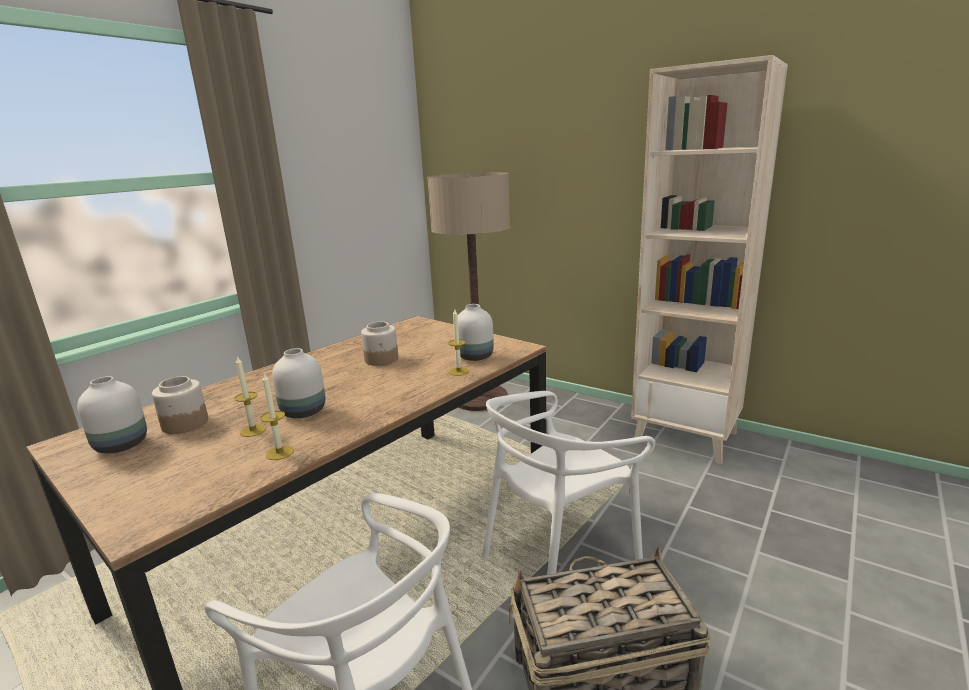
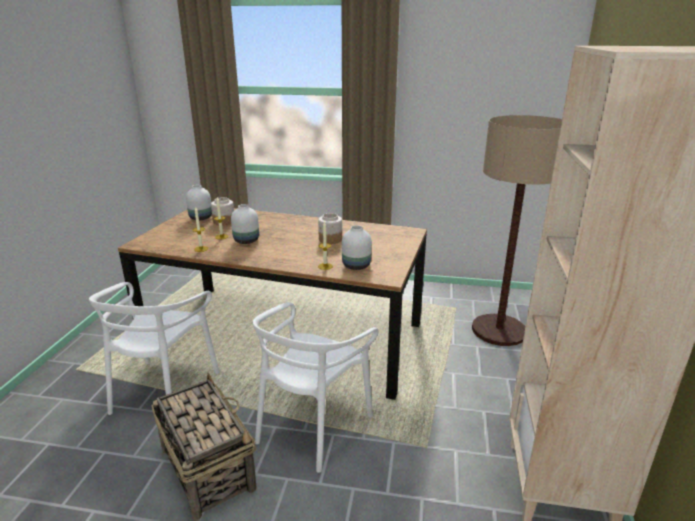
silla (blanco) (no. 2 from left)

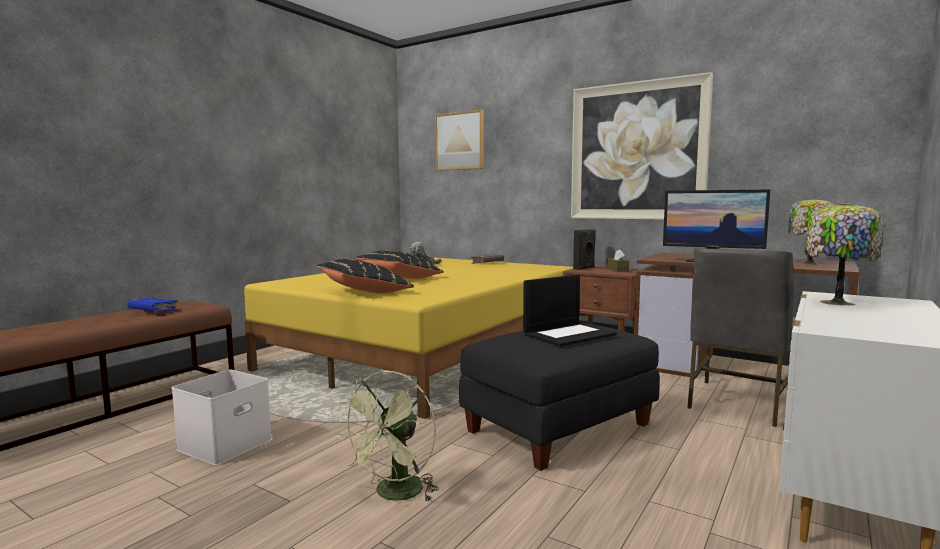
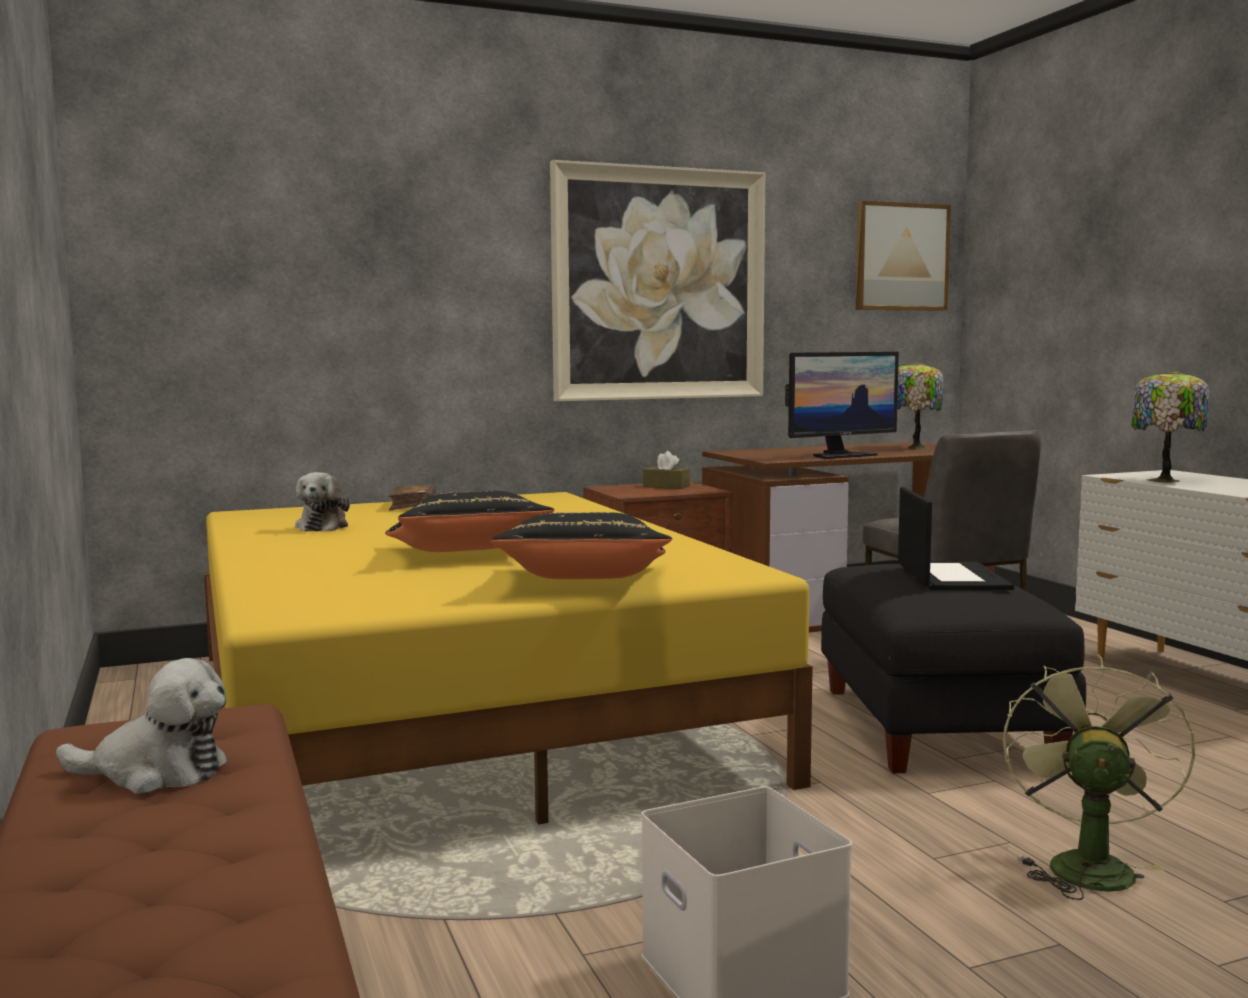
altavoz (negro)
cuadro (no. 2 from left)
peluche (no. 1 from left)
ventilador (verde)

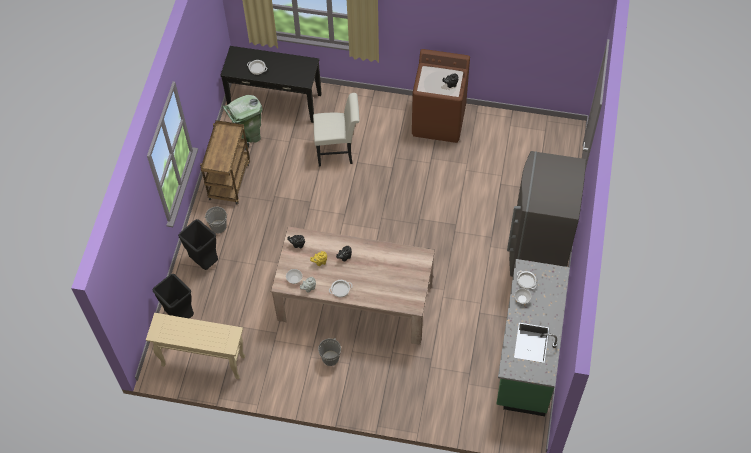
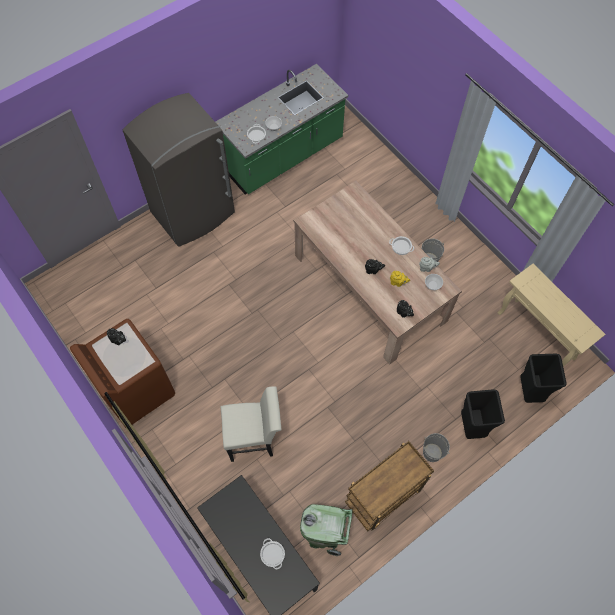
silla (blanco)

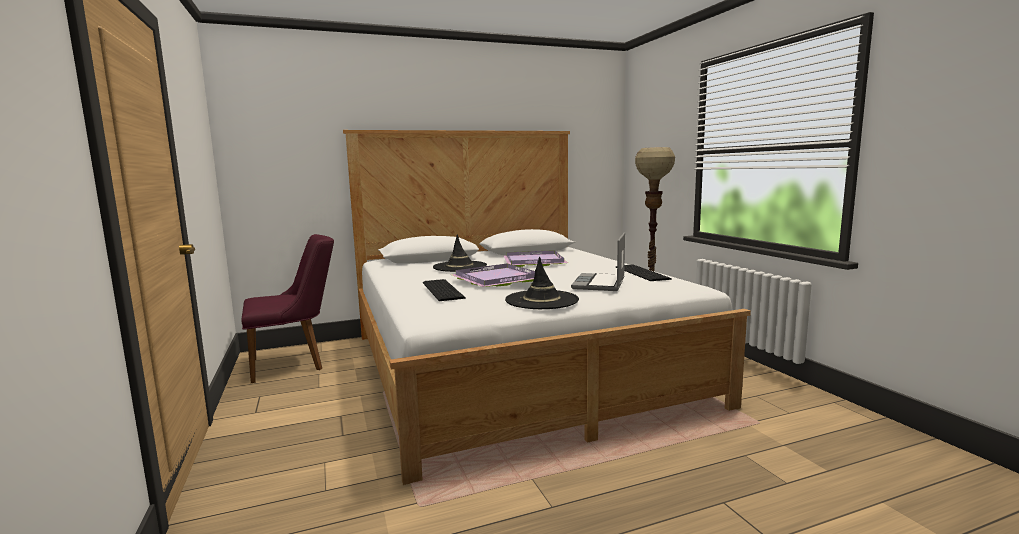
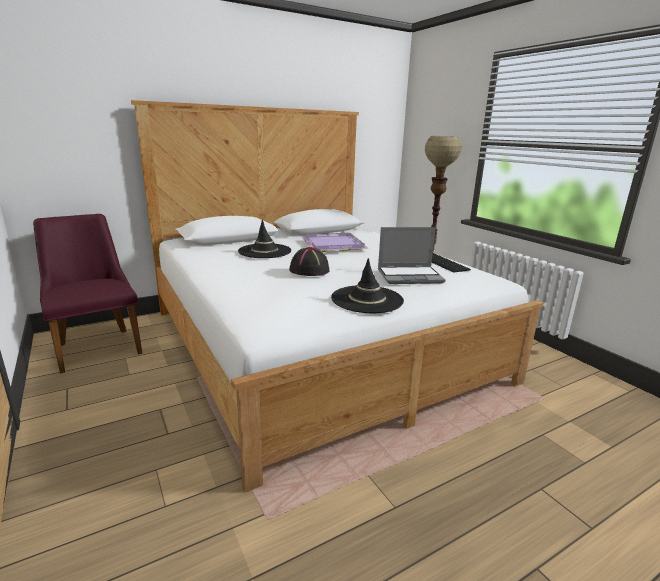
teclado (no. 1 from left in the first image)
sombrero (negro) (no. 2 from left)
silla (morado)
portátil

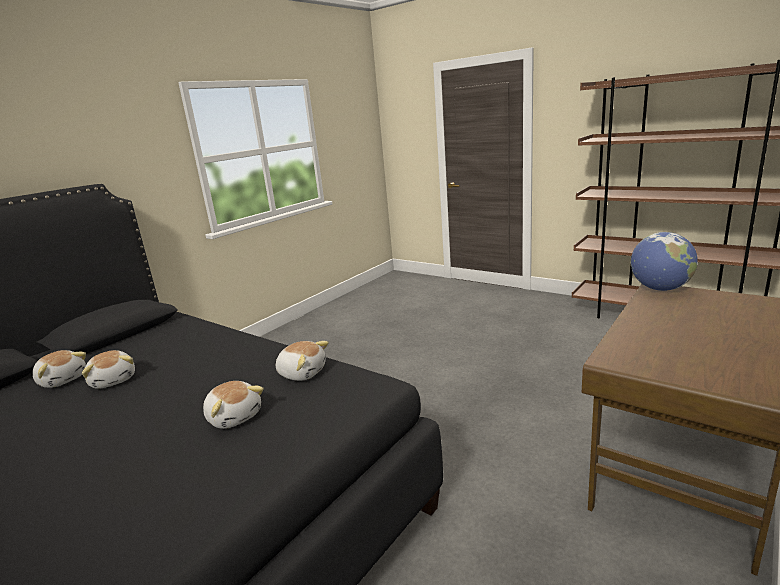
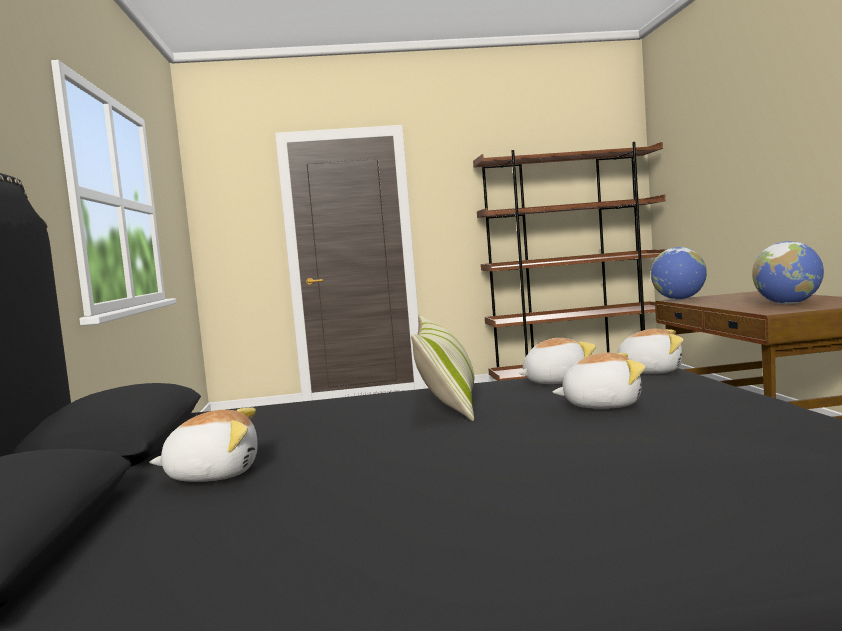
cojín
globo terráqueo (no. 2 from left)
peluche (no. 4 from left)

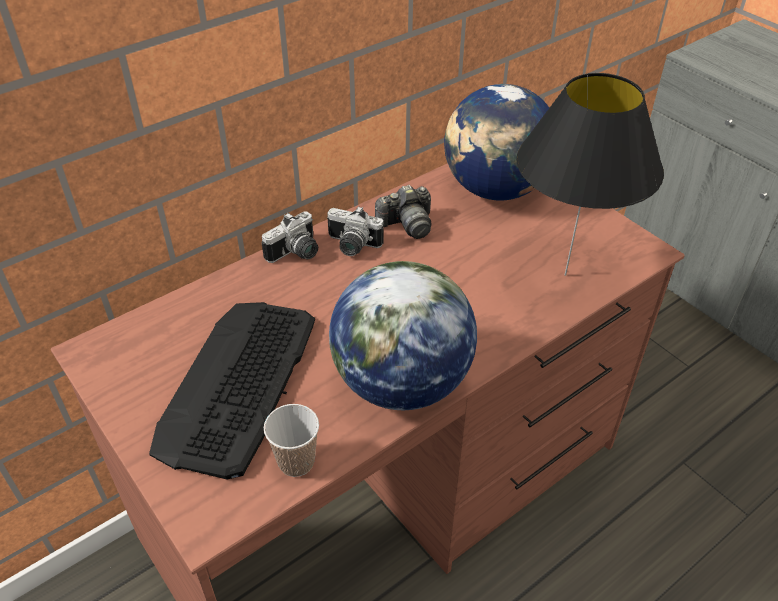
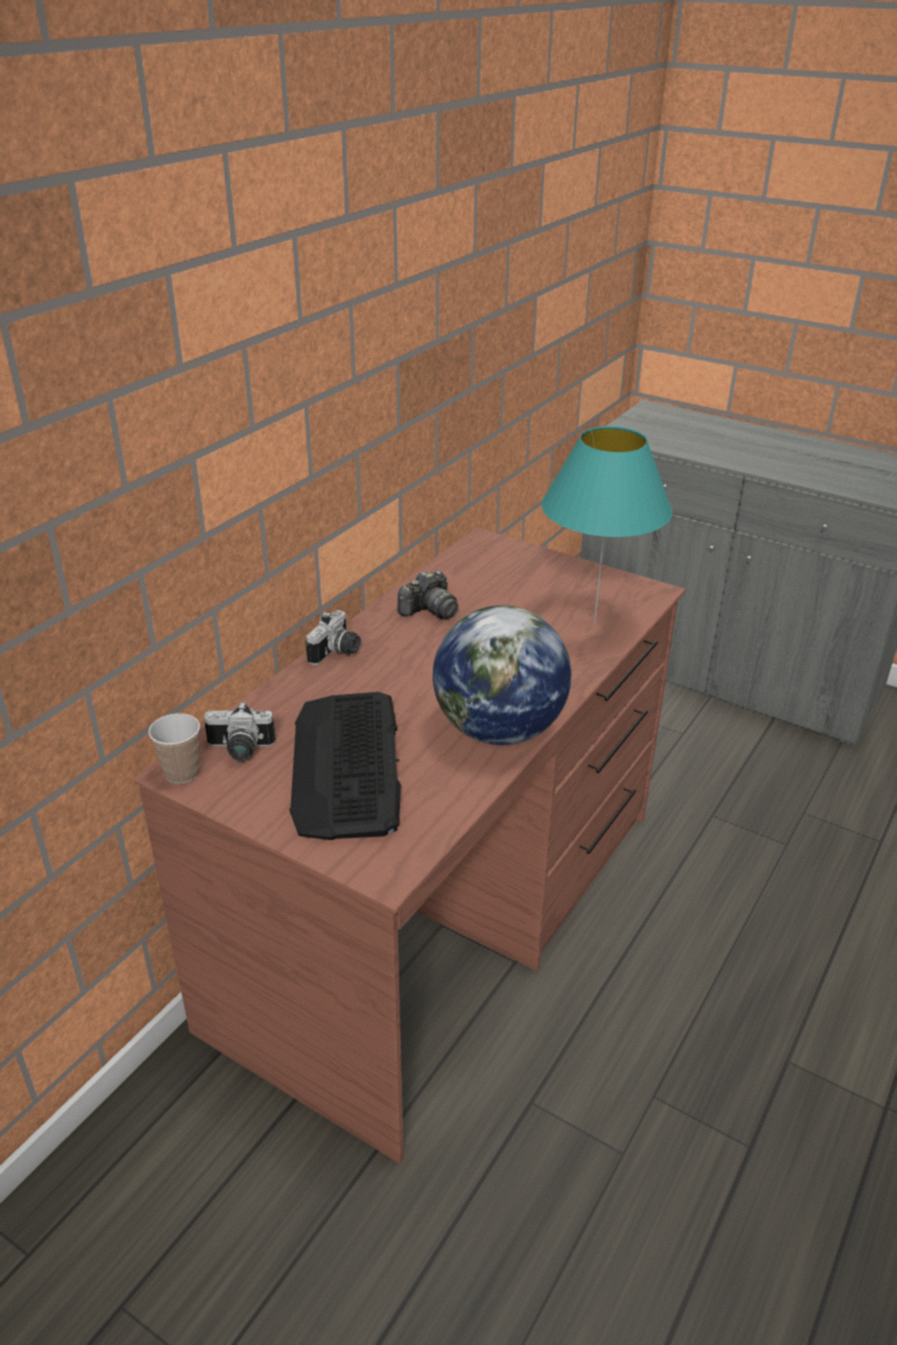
globo terráqueo (no. 2 from left in the first image)
taza
cámara (no. 1 from left)
lámpara de mesa (turquesa)

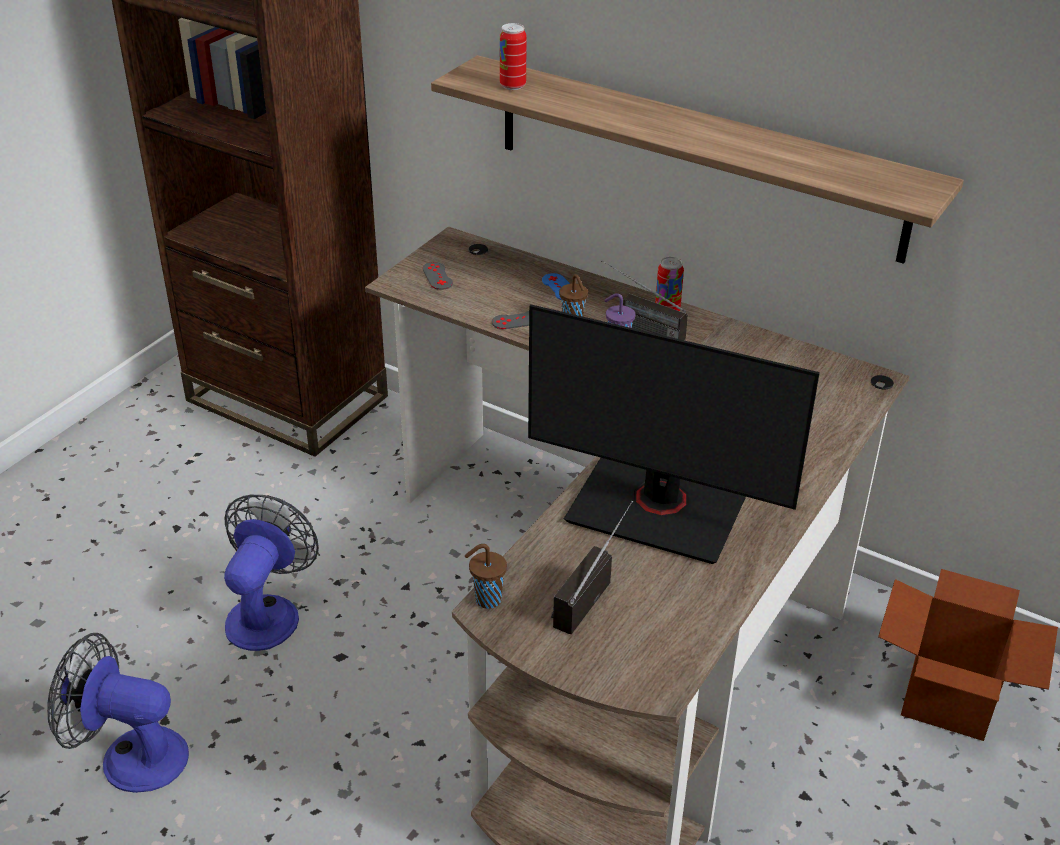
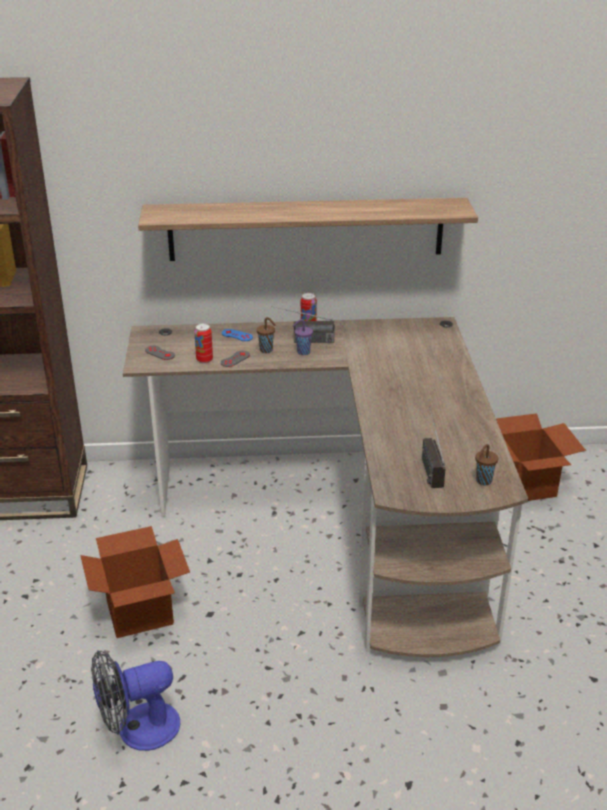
monitor
taza (marrón) (no. 2 from left)
lata (no. 1 from left)
caja de cartón (no. 1 from left)

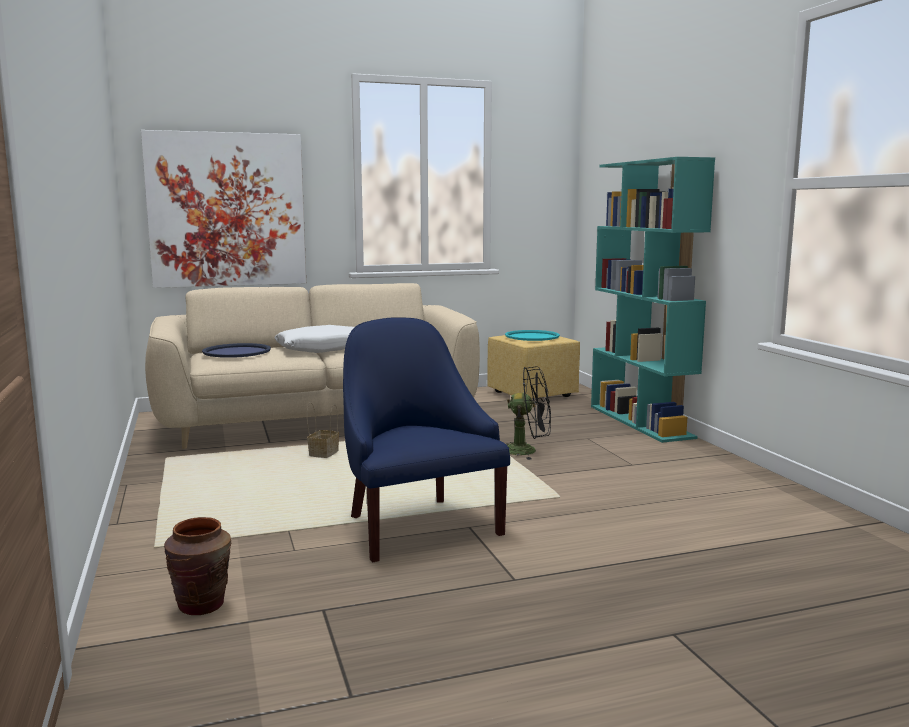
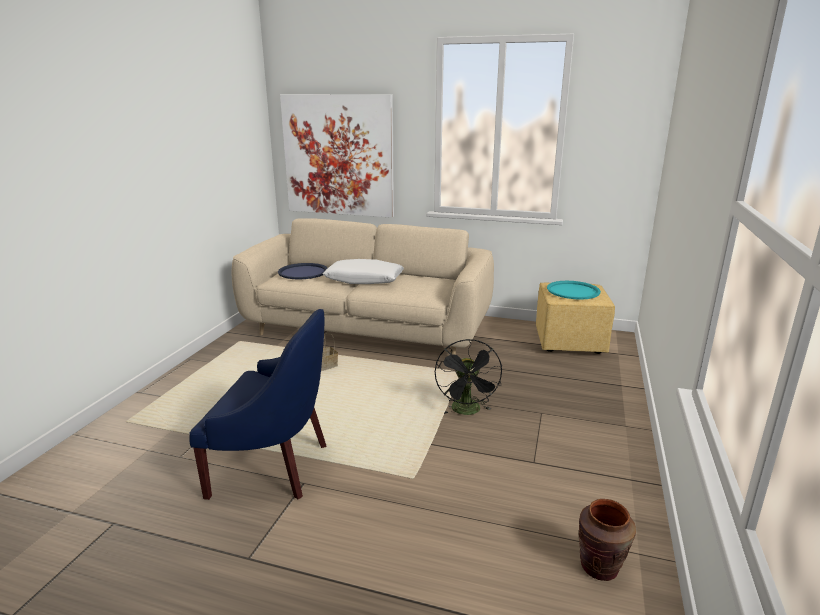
estantería (turquesa)
florero (marrón)
sillón (azul)
ventilador (negro)

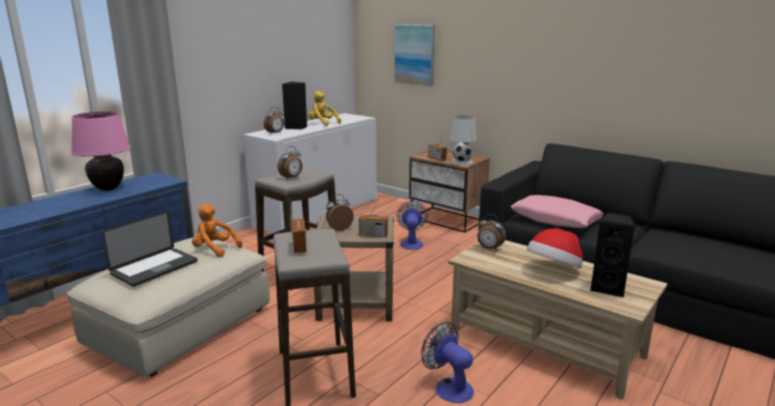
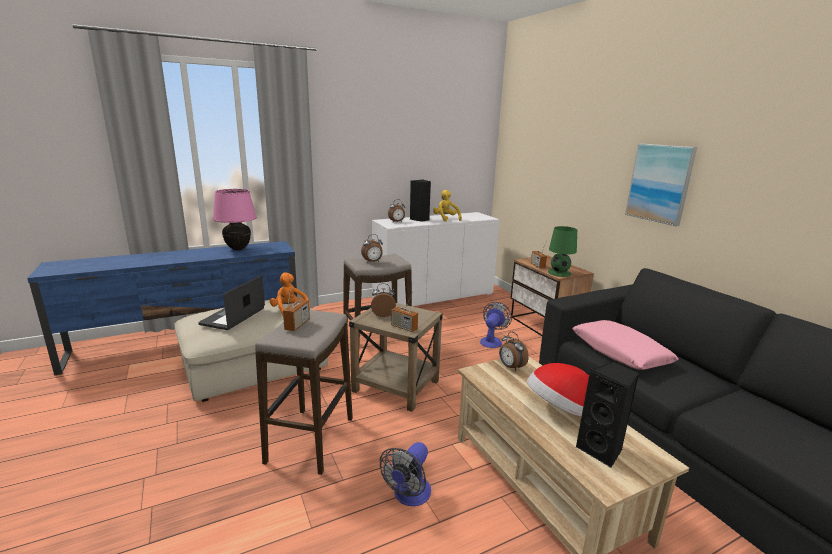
cuadro
lámpara de mesa (verde)
portátil
ventilador (no. 1 from left)

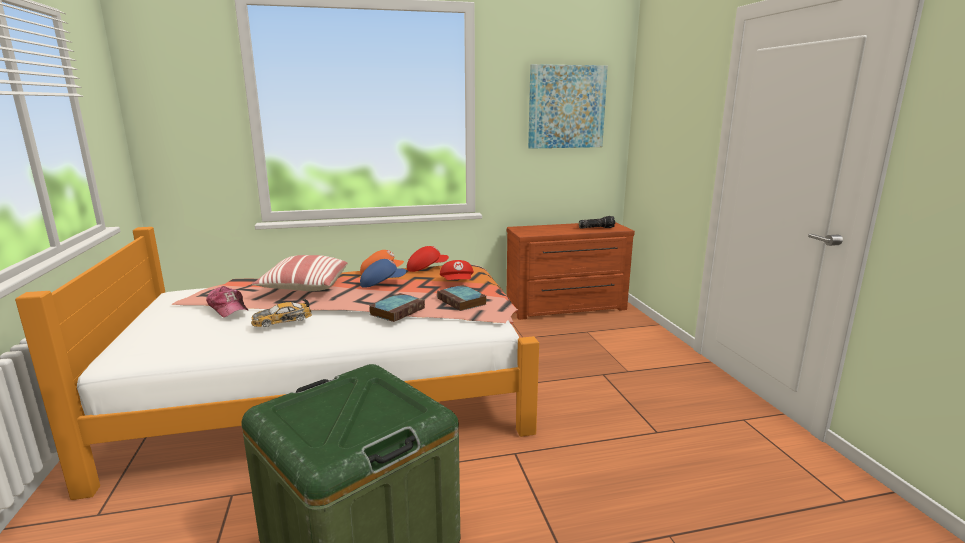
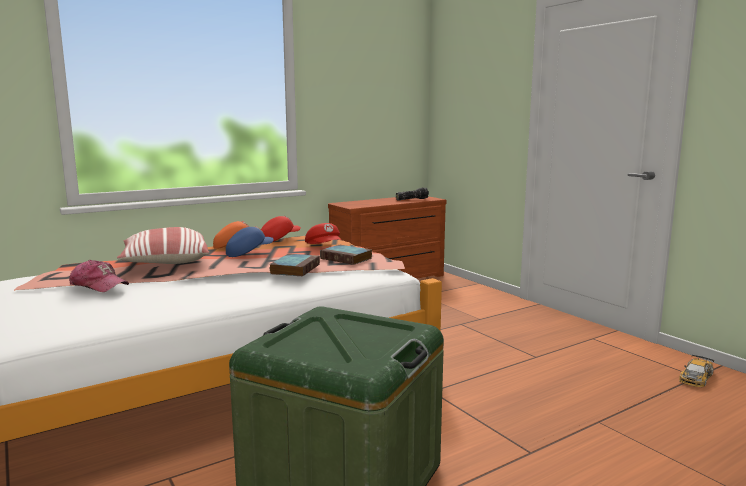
cuadro
coche de juguete

